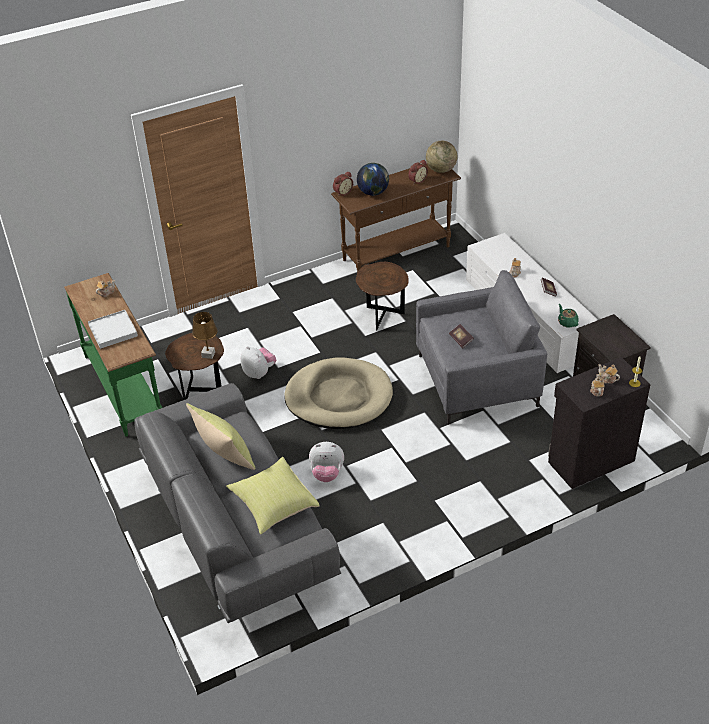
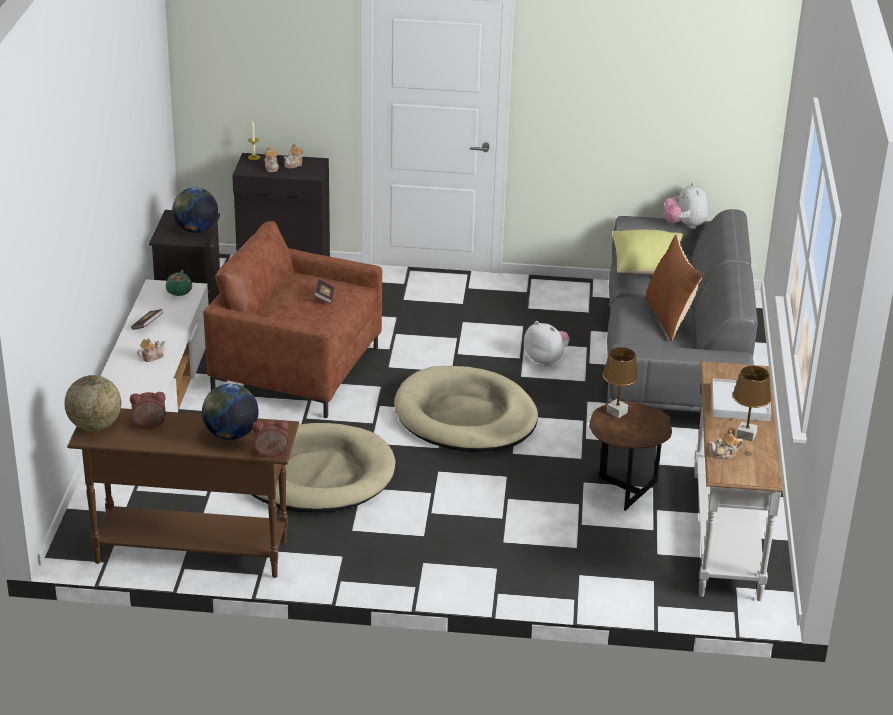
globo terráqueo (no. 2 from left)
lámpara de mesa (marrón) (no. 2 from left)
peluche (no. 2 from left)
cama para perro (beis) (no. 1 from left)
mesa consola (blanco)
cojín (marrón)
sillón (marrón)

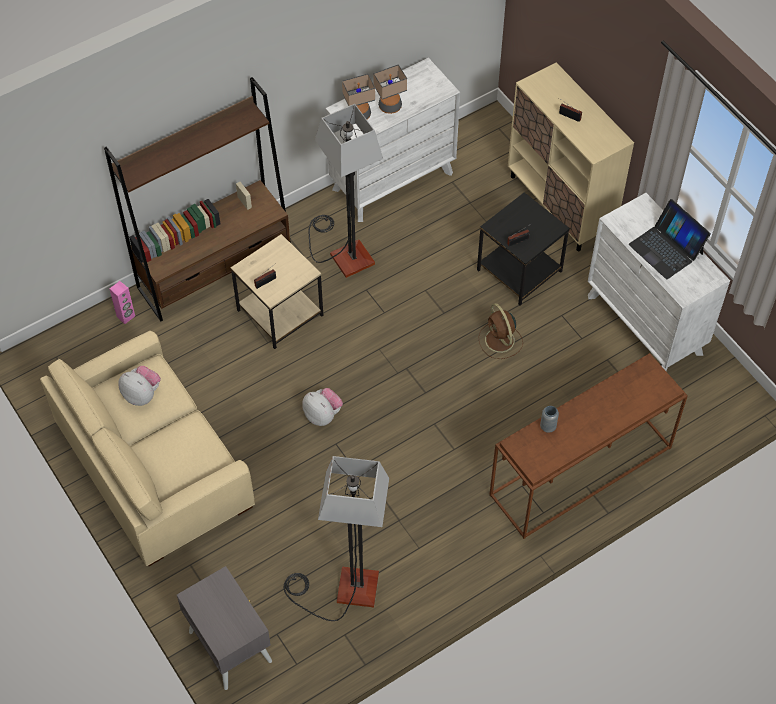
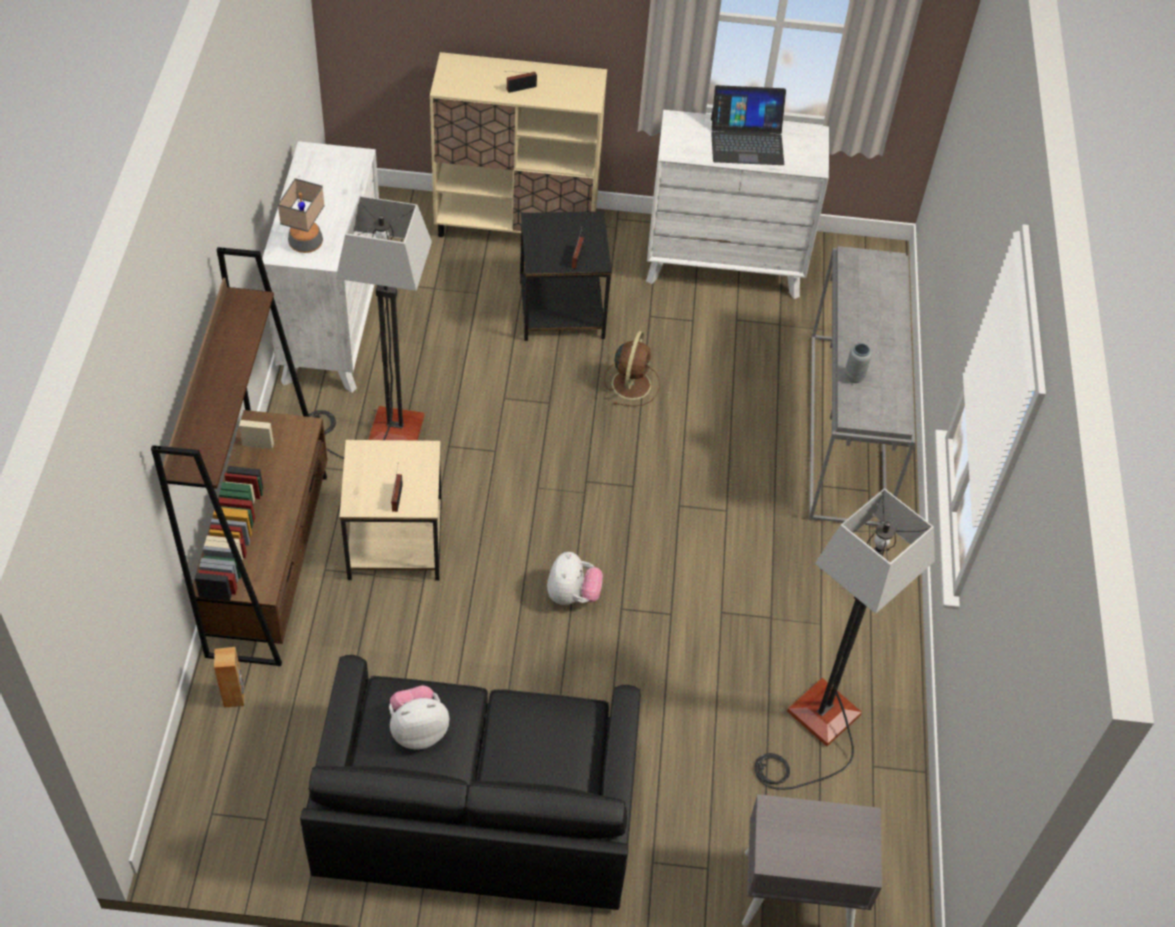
lámpara de mesa (no. 2 from left in the first image)
sofá (negro)
altavoz (marrón)
mesa consola (gris)
peluche (no. 2 from left)
ventilador (marrón)

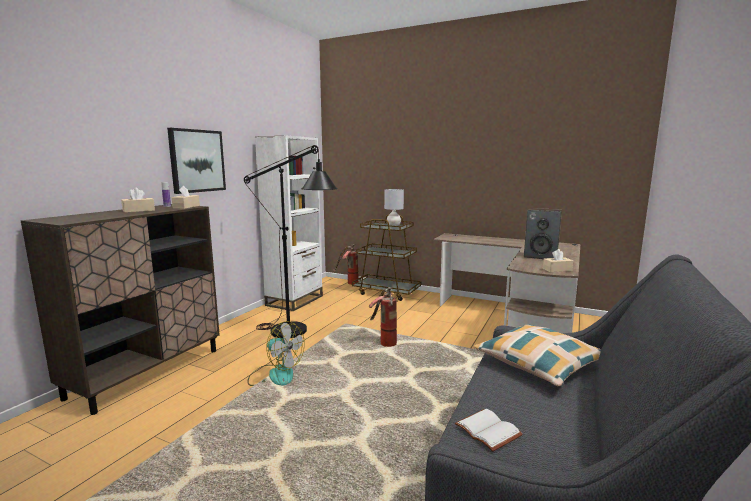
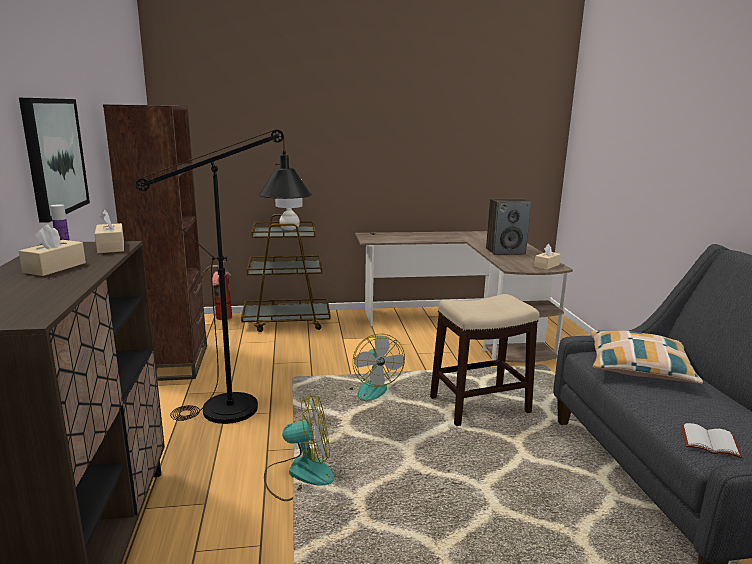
taburete
ventilador (no. 2 from left)
estantería (marrón)

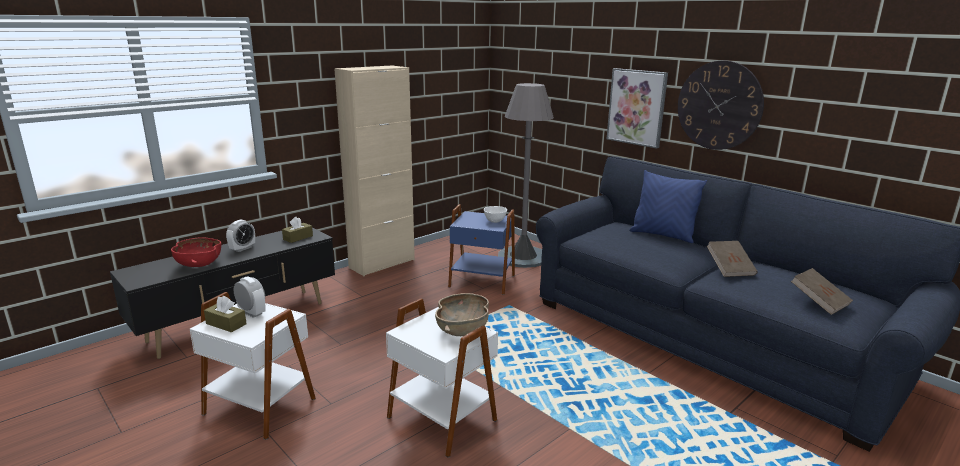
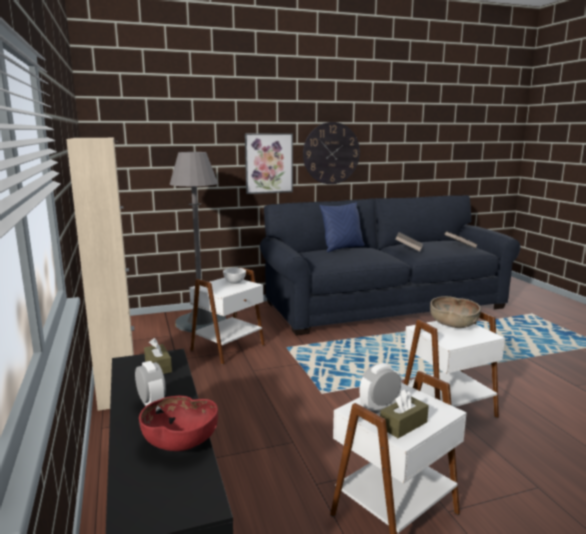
mesa auxiliar (blanco) (no. 1 from left)

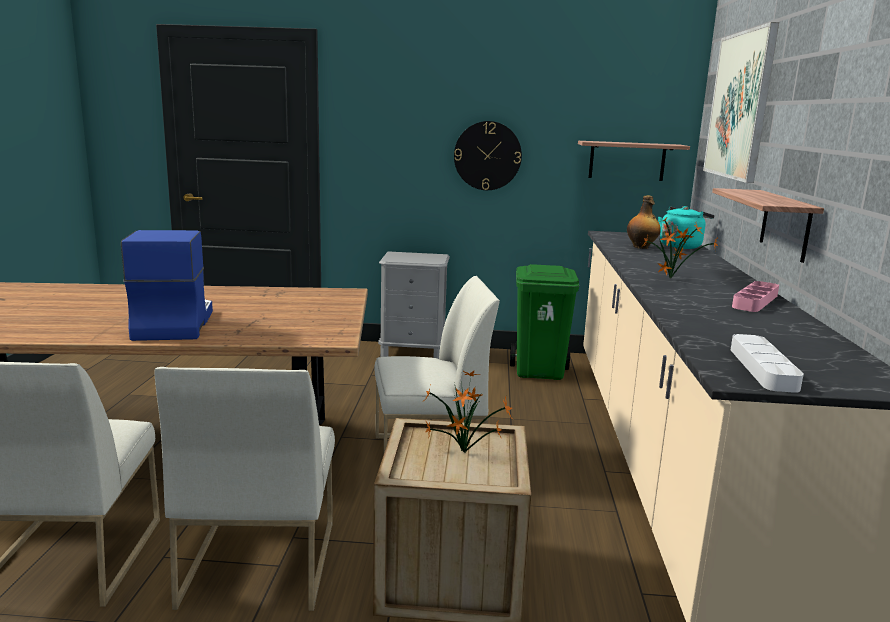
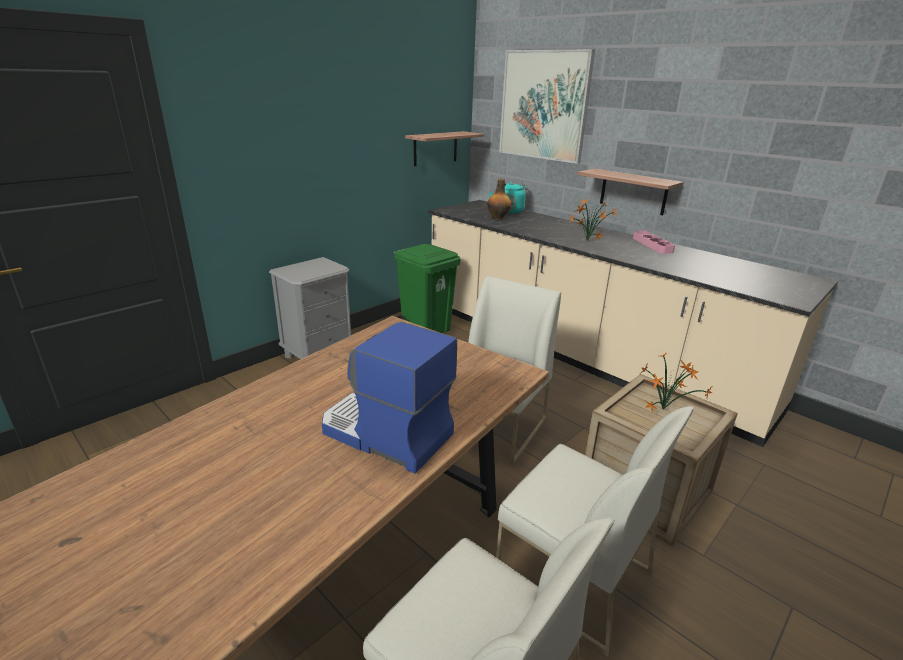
reloj de pared
bandeja (gris)

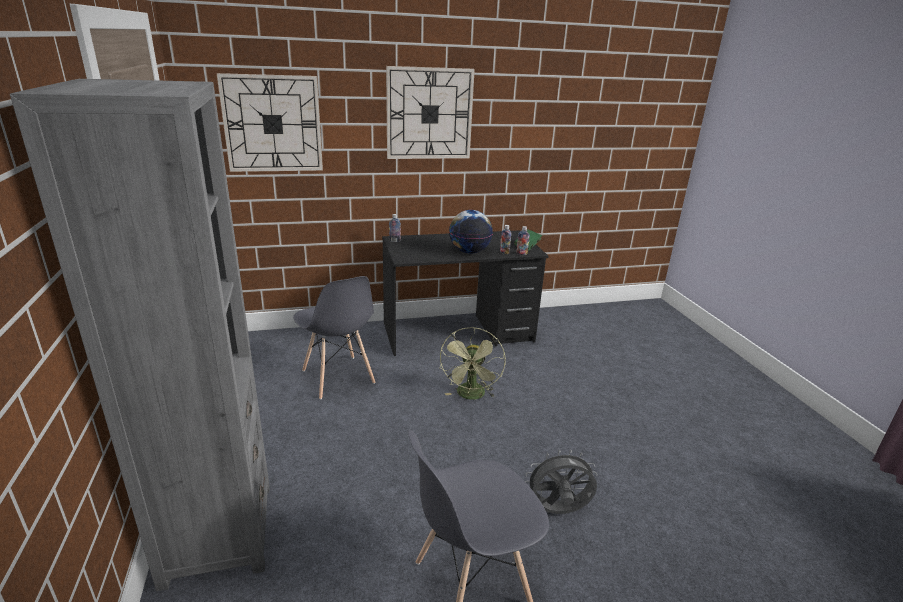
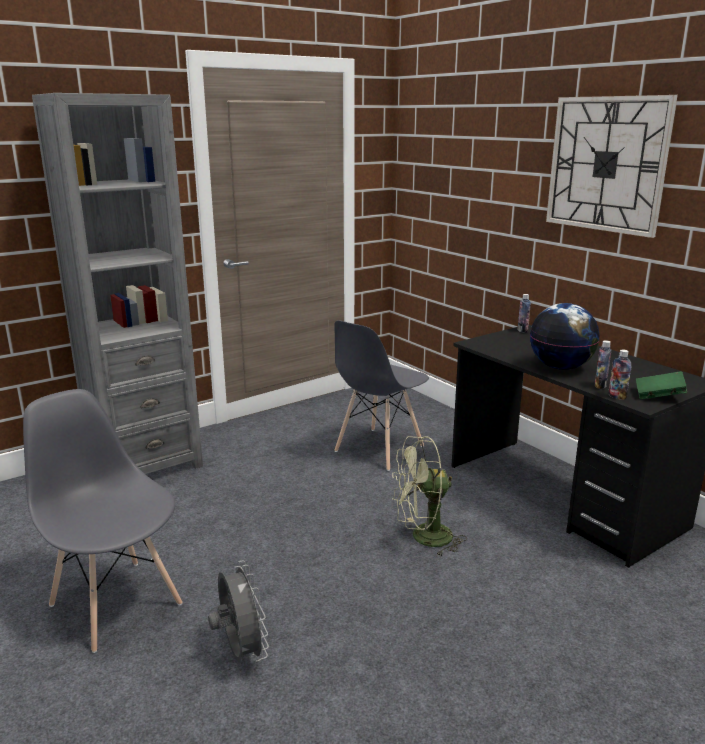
reloj de pared (no. 1 from left in the first image)

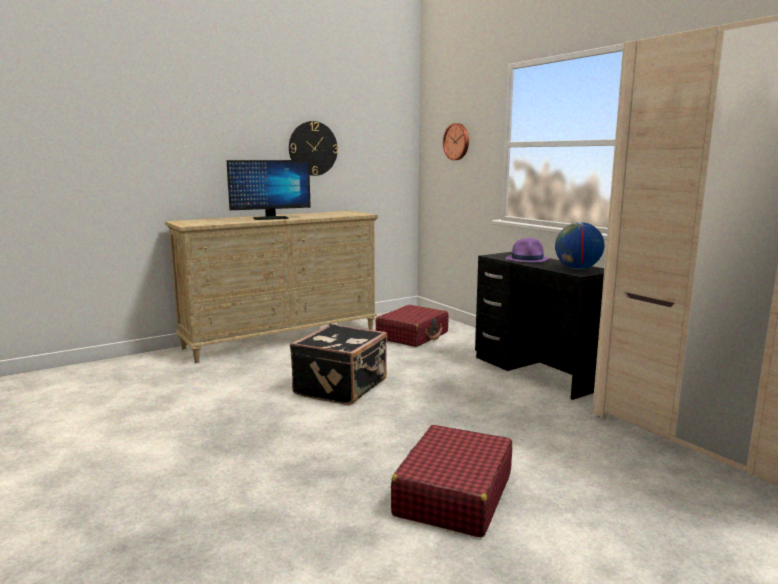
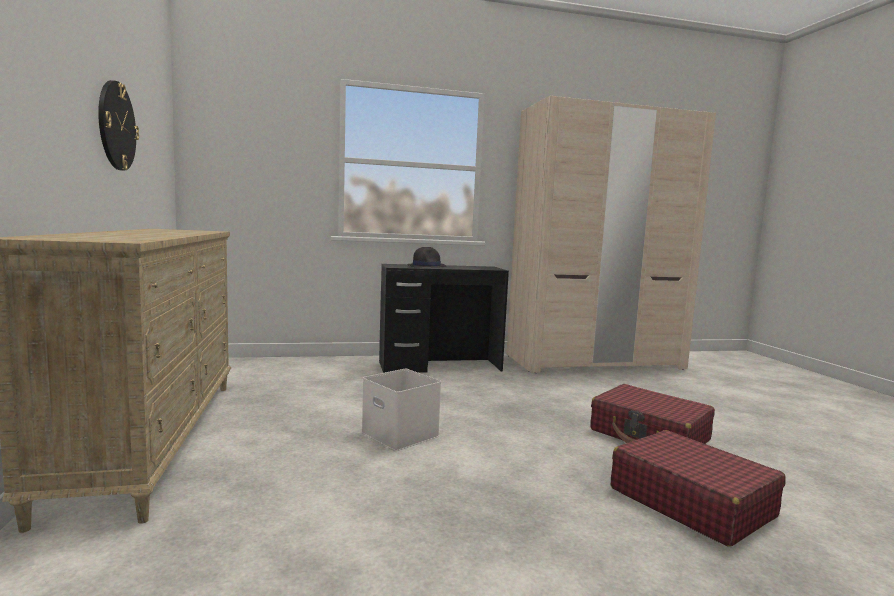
monitor
reloj de pared (no. 2 from left in the first image)
globo terráqueo
maleta (rojo) (no. 2 from left)
caja de almacenaje (blanco)
sombrero (negro)

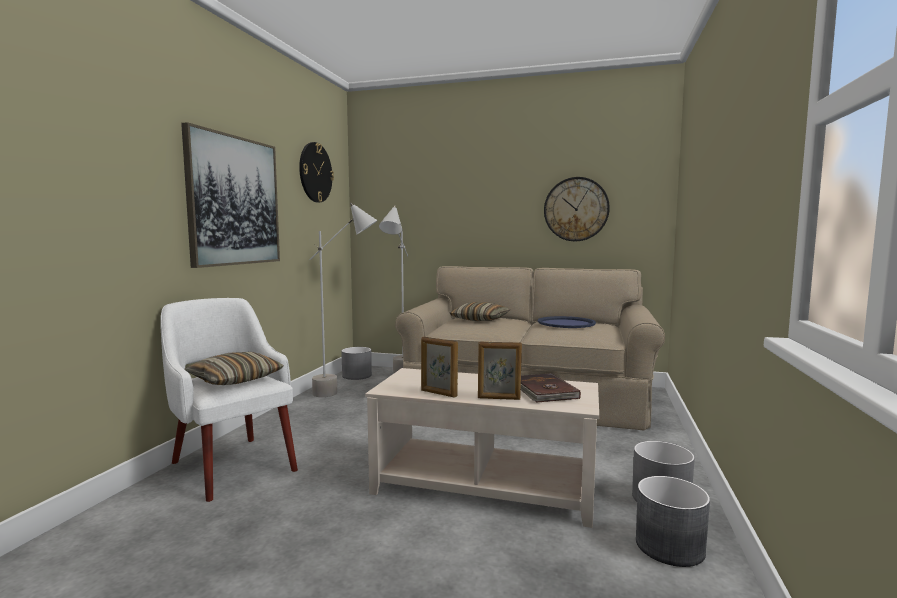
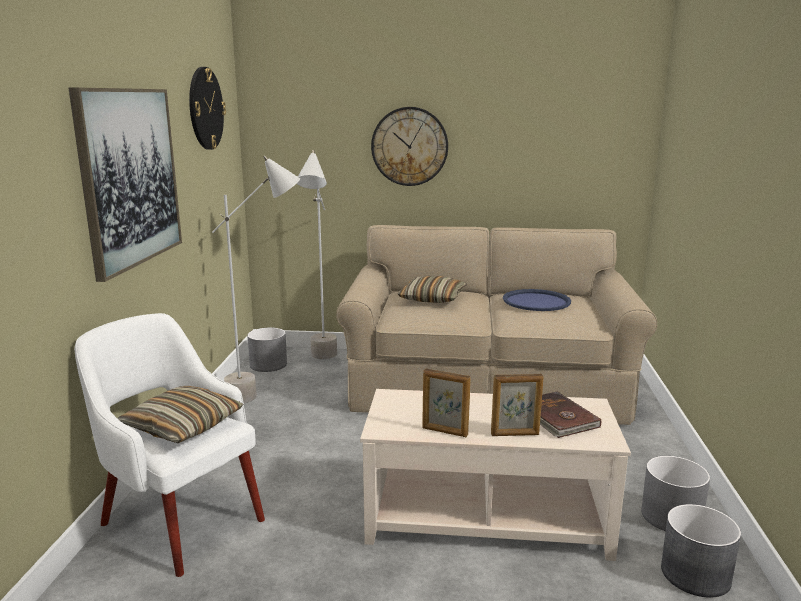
reloj de pared (no. 2 from left)

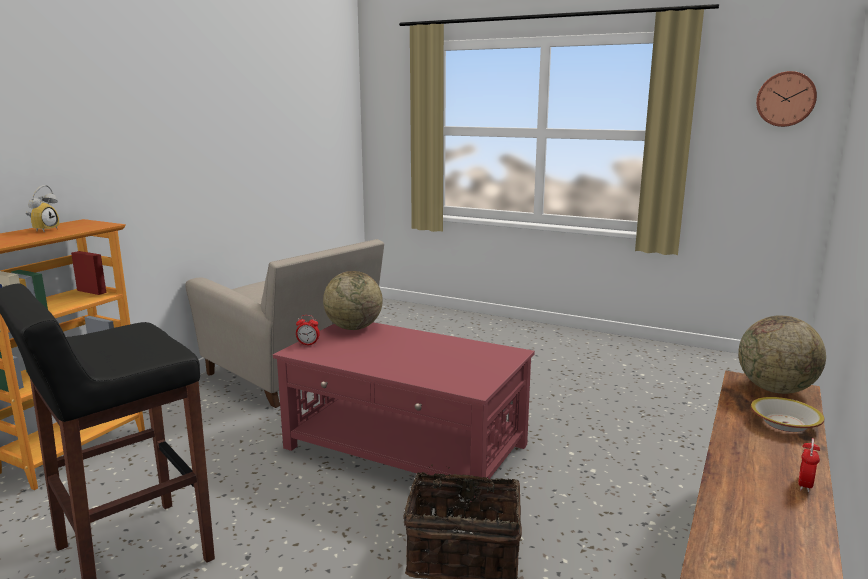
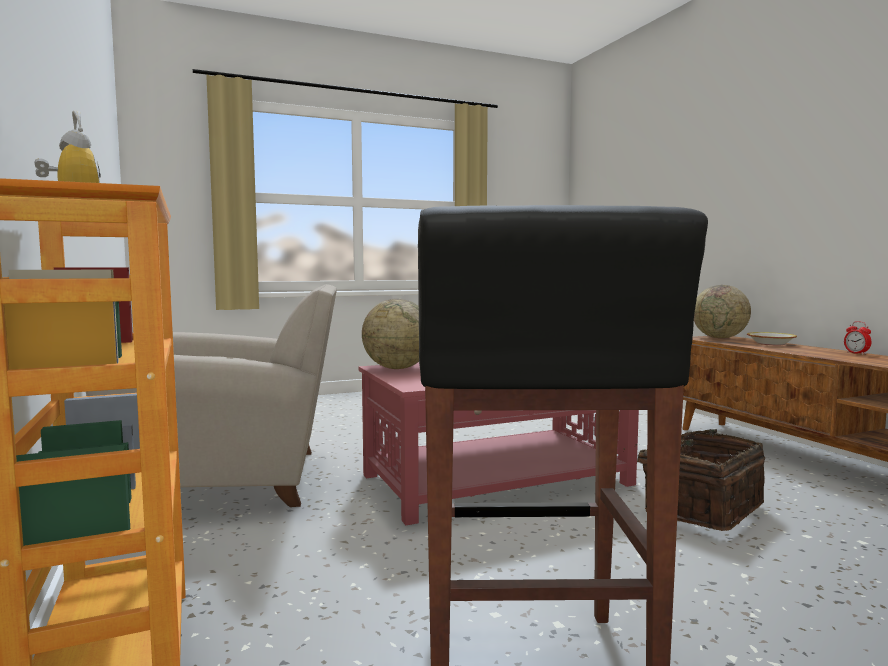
despertador (no. 2 from left in the first image)
reloj de pared

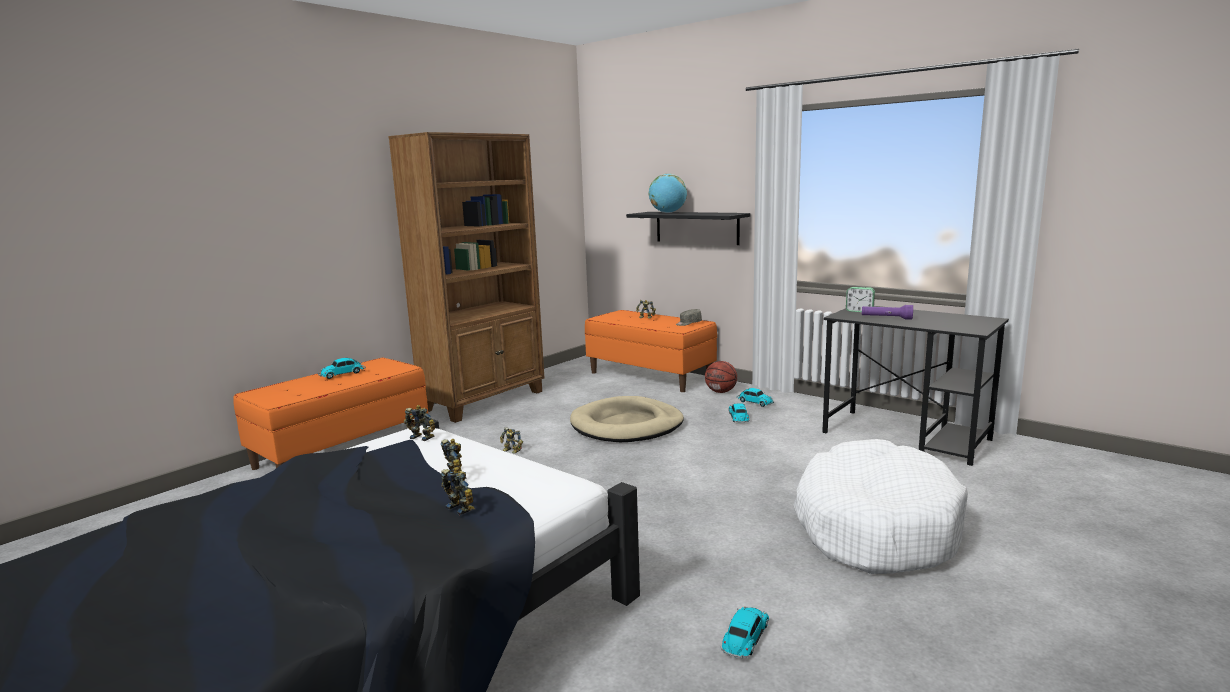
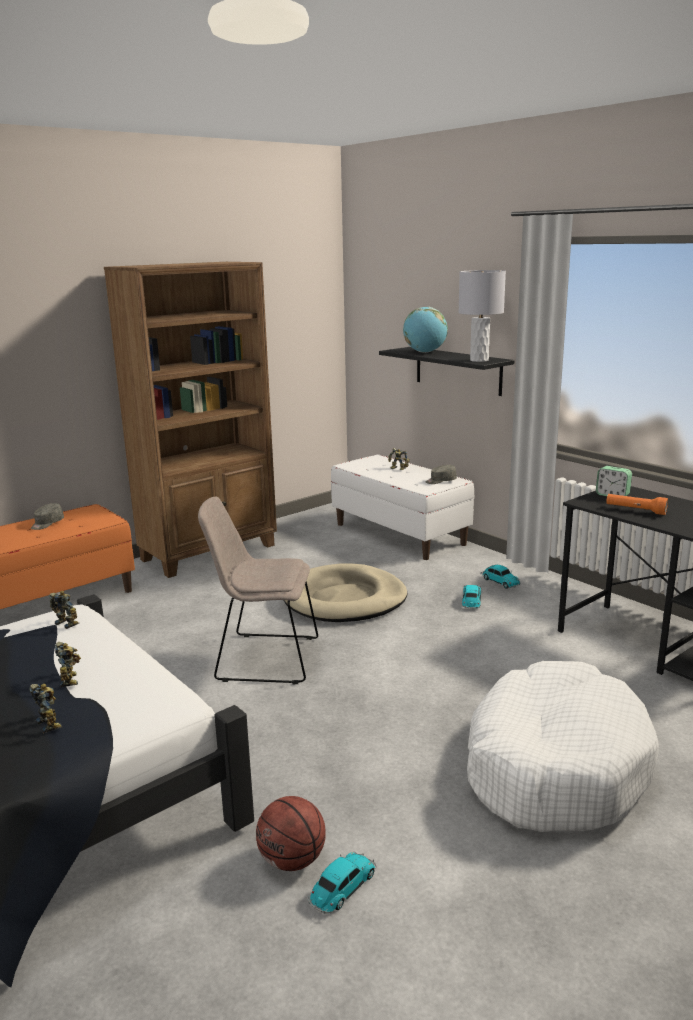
robot de juguete (no. 4 from left in the first image)
silla (beis)
lámpara de mesa (gris)
balón de baloncesto
gorra (gris) (no. 1 from left)
banco (blanco)
linterna (naranja)

